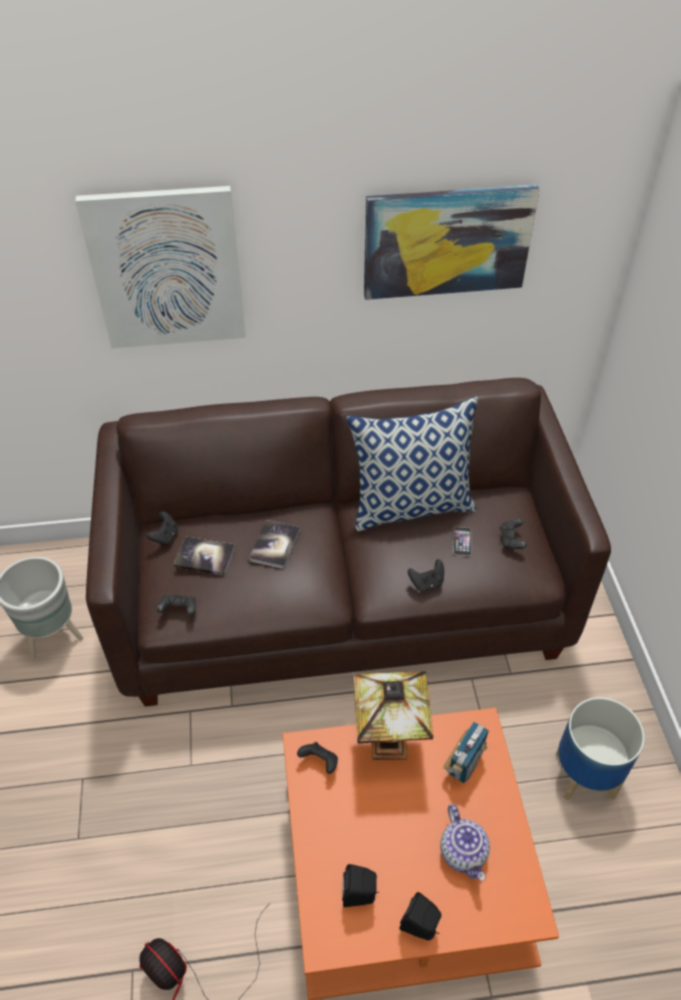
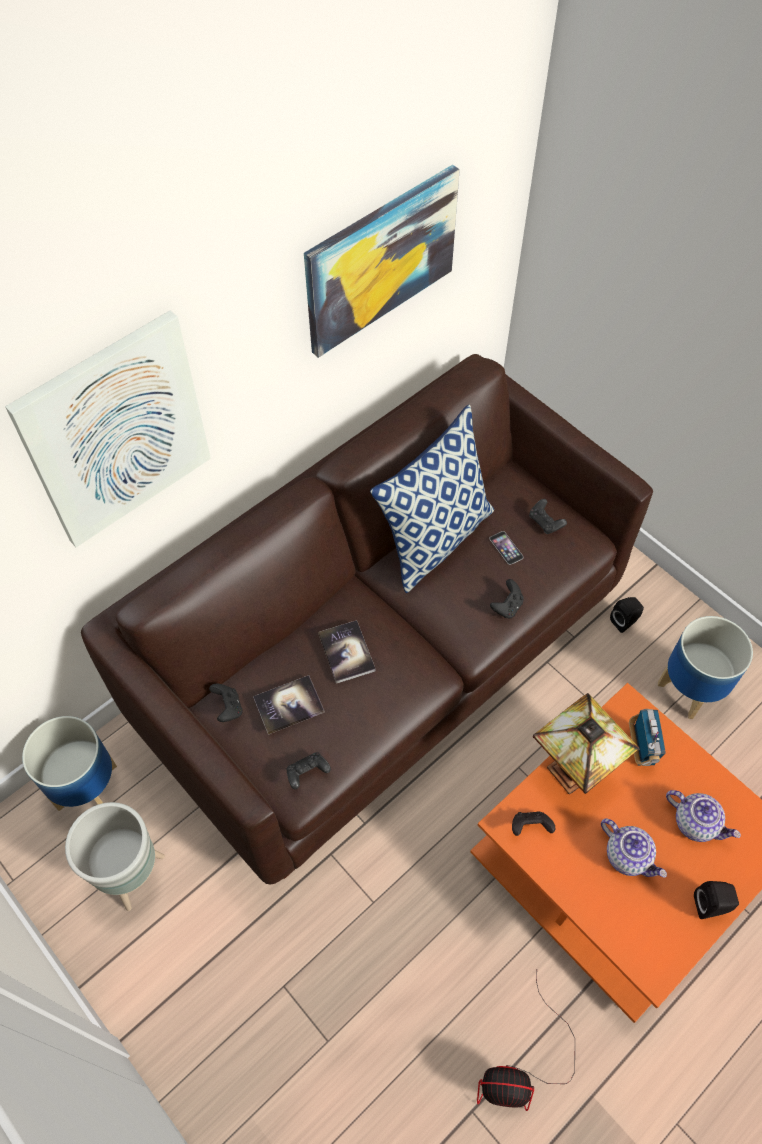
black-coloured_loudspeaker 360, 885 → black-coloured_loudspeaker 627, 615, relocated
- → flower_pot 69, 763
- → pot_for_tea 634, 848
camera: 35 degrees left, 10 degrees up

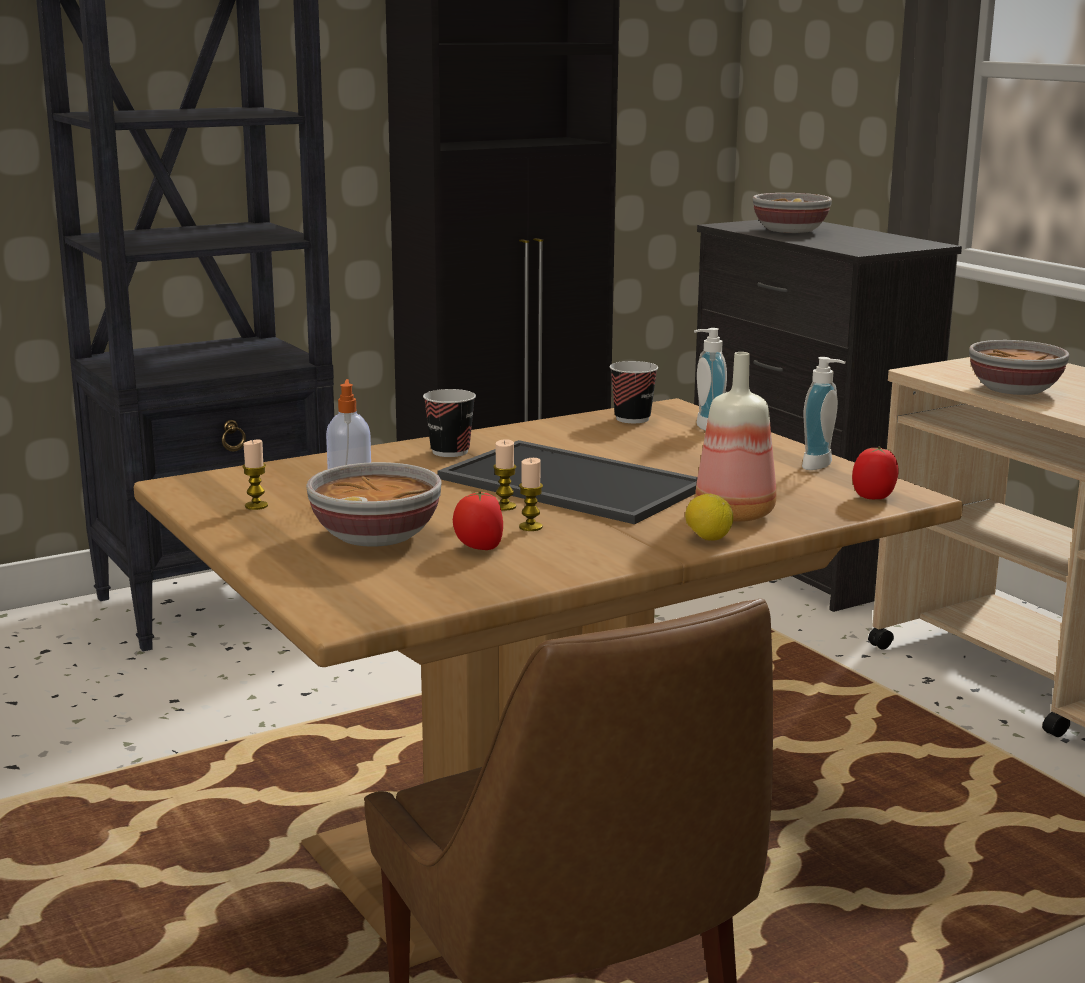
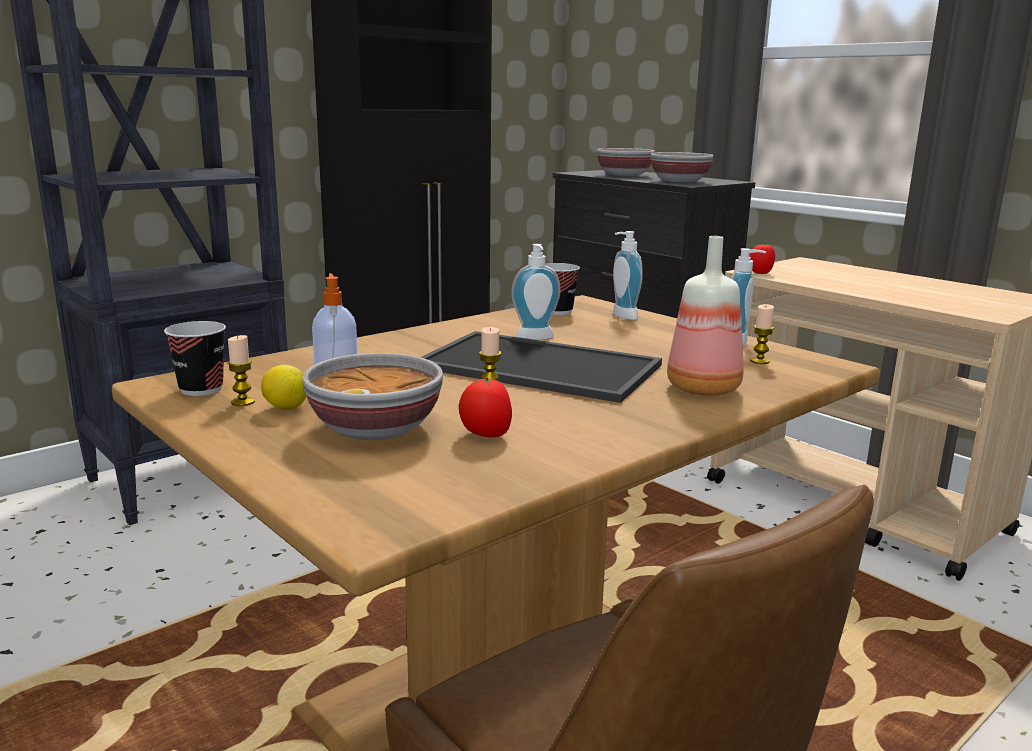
drinking_cup 449, 423 → drinking_cup 195, 358, relocated
wax_light 531, 494 → wax_light 762, 334, relocated
citrus_fruit 709, 517 → citrus_fruit 284, 387, relocated
whole_tomato 875, 472 → whole_tomato 762, 258, relocated
serving_bowl 1019, 367 → serving_bowl 682, 167, relocated
- → soap_dispenser 536, 292
camera: 10 degrees left, 0 degrees up

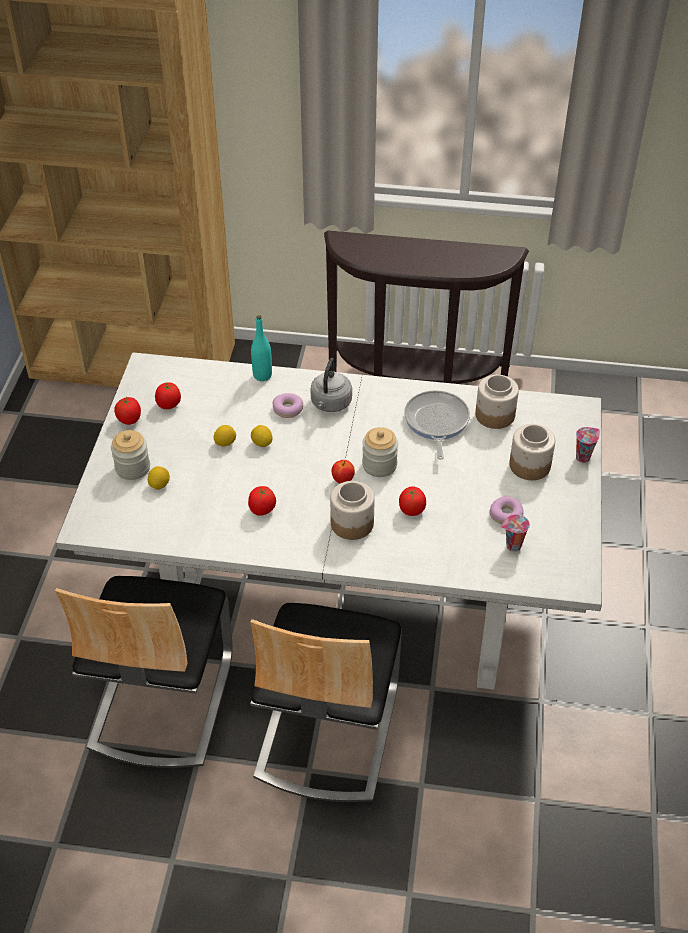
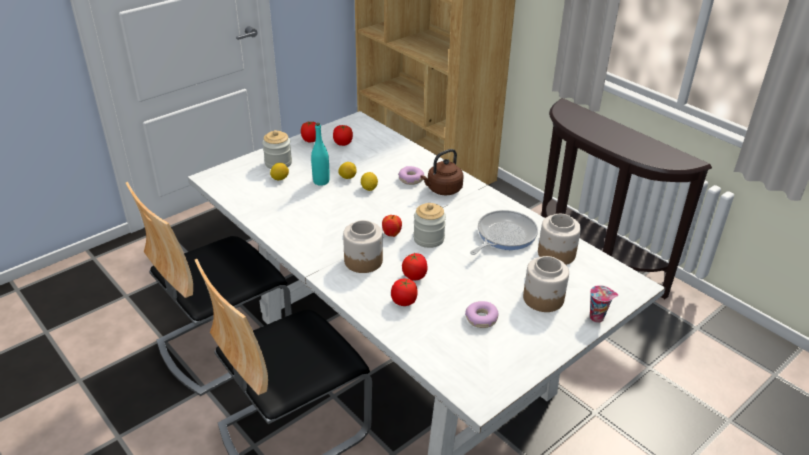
whole_tomato 262, 501 → whole_tomato 404, 292, relocated
turquoise-coloured_bottle 261, 348 → turquoise-coloured_bottle 320, 154, relocated
grey_tea_kettle 331, 385 → brownish_tea_kettle 442, 172
drinking_cup 515, 533 → -
camera: 40 degrees right, 10 degrees down

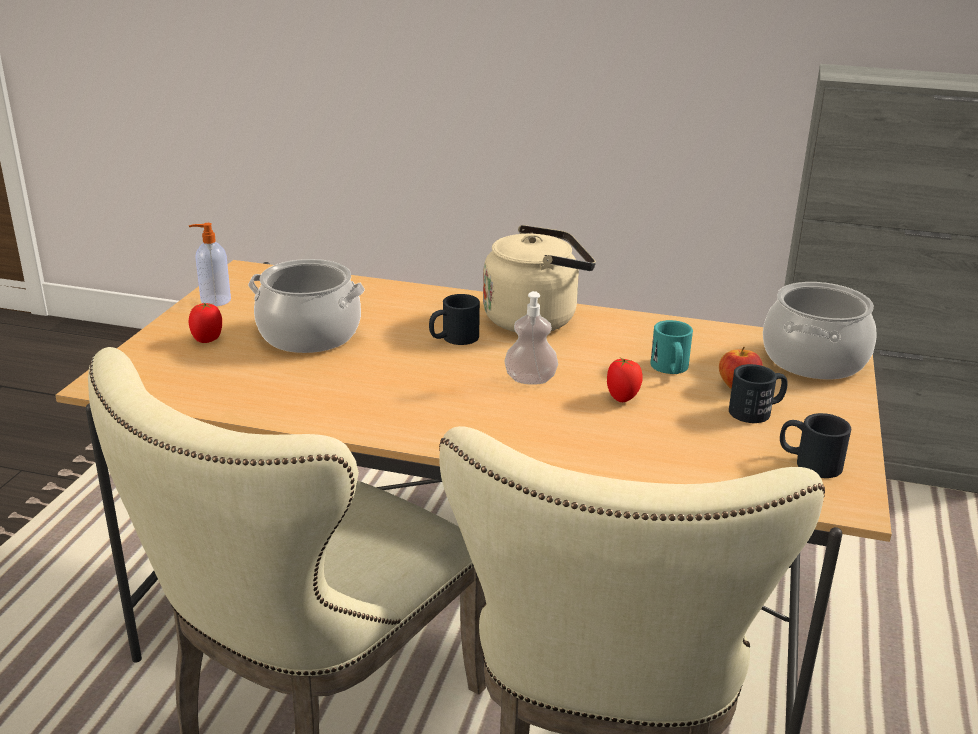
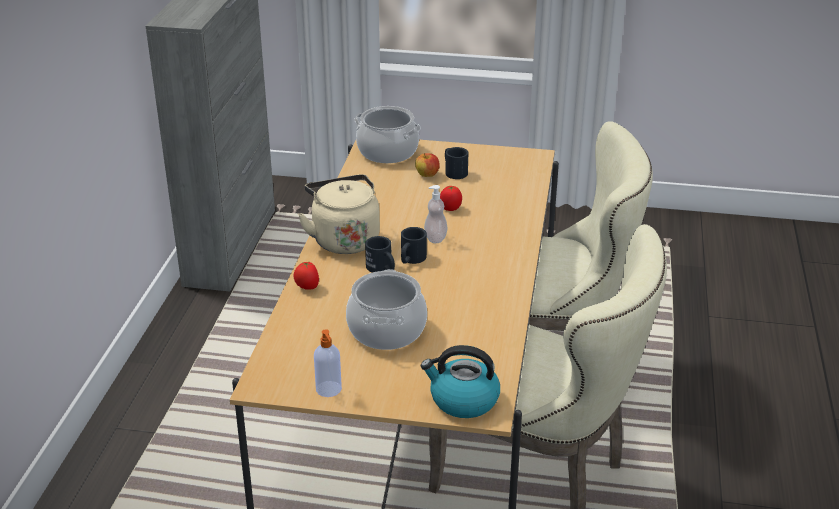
whole_tomato 205, 323 → whole_tomato 306, 275, relocated
turquoise-coloured_coffee_mug 671, 347 → -
black-coloured_coffee_mug 815, 445 → black-coloured_coffee_mug 414, 245, relocated
- → tea_kettle 460, 381
camera: 95 degrees left, 5 degrees up

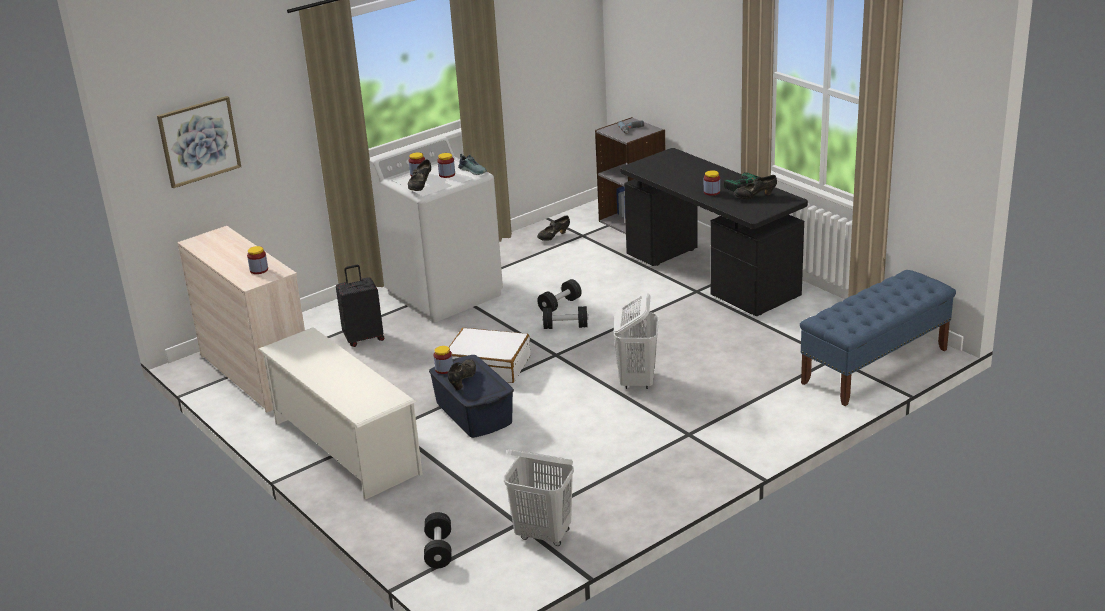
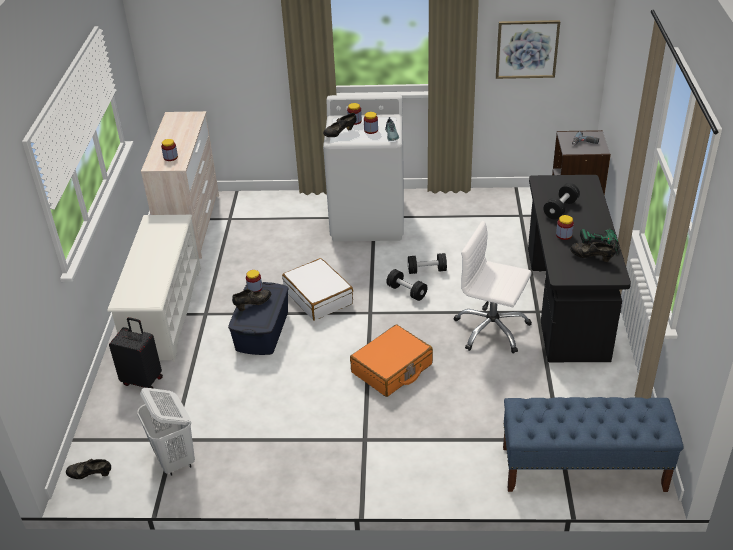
picture 199, 142 → picture 528, 49, relocated
black-coloured_piece_of_luggage 360, 306 → black-coloured_piece_of_luggage 136, 353, relocated
black-coloured_hand_weight 438, 540 → black-coloured_hand_weight 562, 201, relocated
black-coloured_shoe 553, 228 → black-coloured_shoe 88, 469, relocated
white-coloured_washing_basket 636, 340 → orange-coloured_piece_of_luggage 391, 360
- → white-coloured_desk_chair 492, 287
camera: 40 degrees right, 10 degrees up

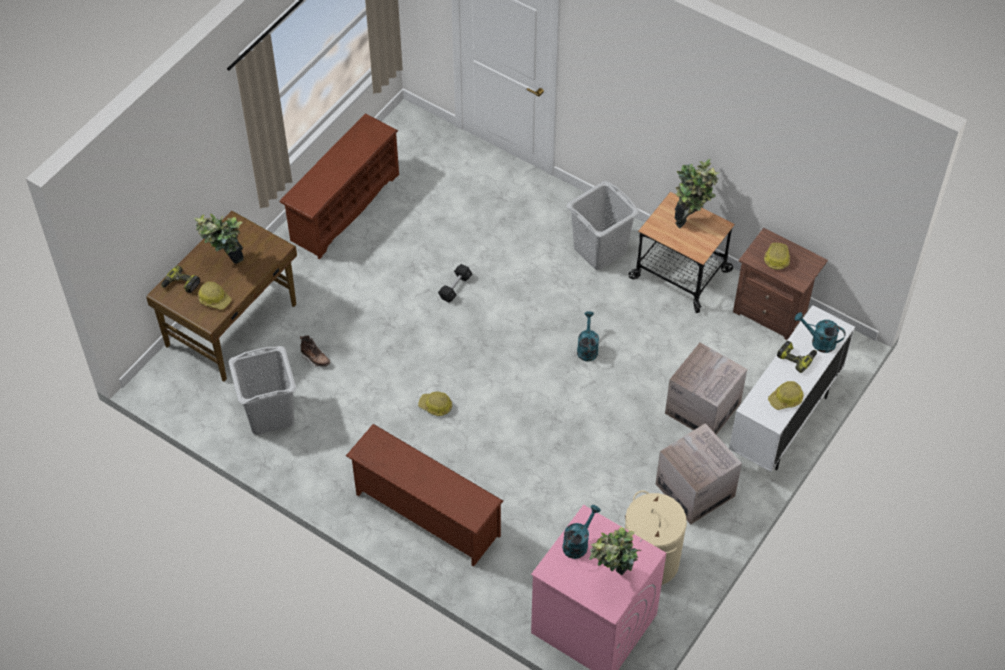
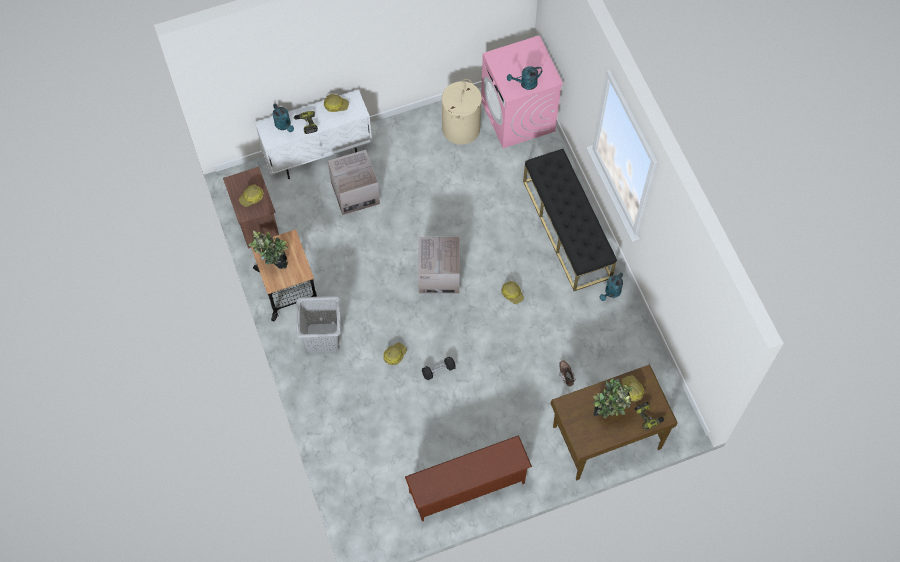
grey_washing_basket 262, 390 → -
brownish_shoe_stand 424, 495 → black-coloured_long_seat 570, 220
turquoise-coloured_watering_can 588, 337 → turquoise-coloured_watering_can 611, 286, relocated
plant_in_a_pot 615, 551 → -
packing_box 699, 474 → packing_box 439, 265, relocated
- → hard_hat 395, 353
camera: 145 degrees left, 10 degrees up

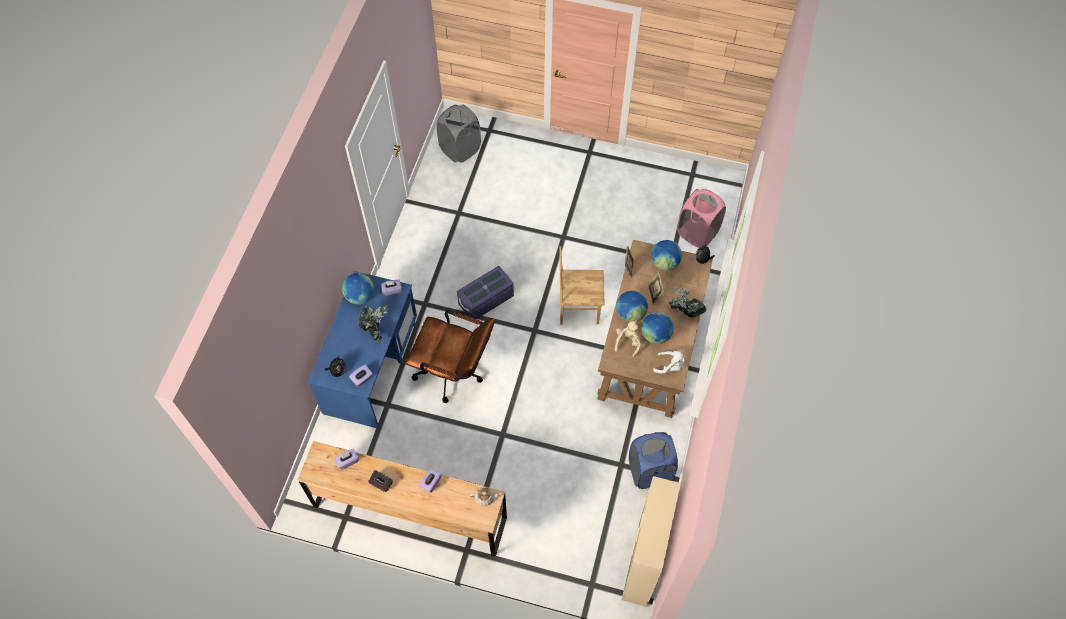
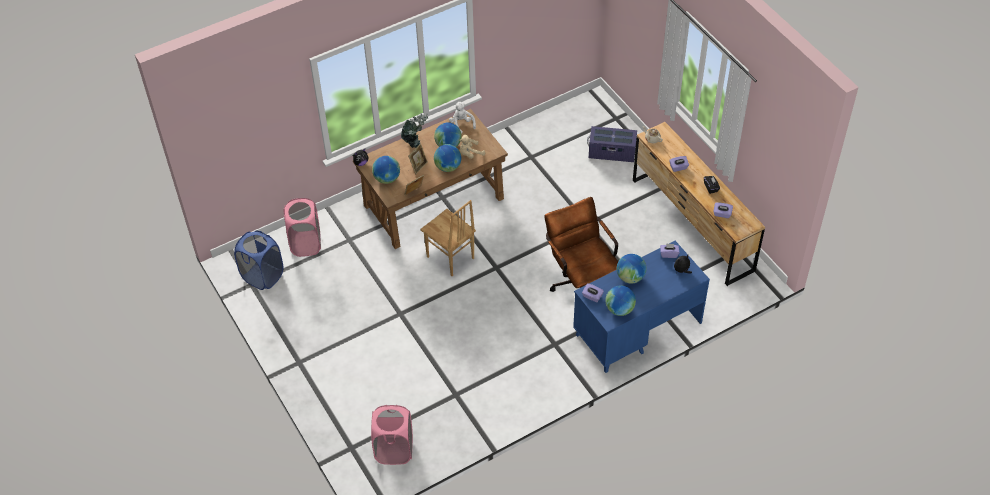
plant_in_a_pot 373, 323 → globe 631, 269
grey_washing_basket 458, 134 → pinkish_washing_basket 392, 435
purple_storage_bin 485, 292 → purple_storage_bin 612, 144, relocated
beige_cupboard 651, 541 → -
blue_washing_basket 653, 460 → blue_washing_basket 258, 260, relocated
camera: 135 degrees left, 10 degrees down

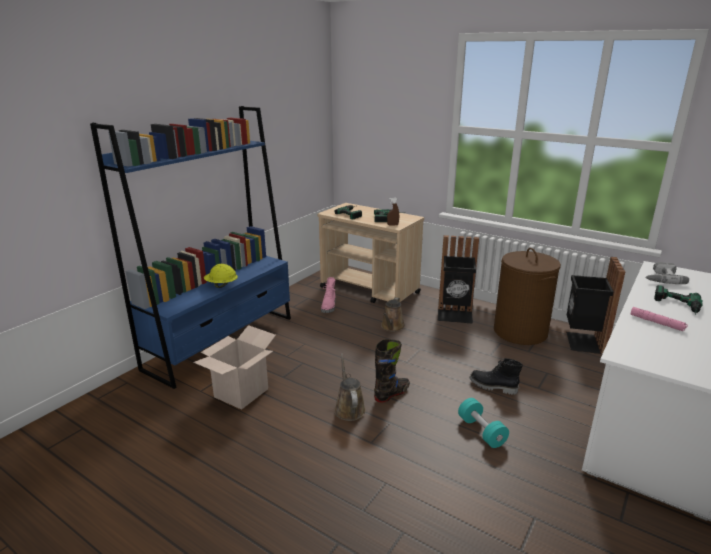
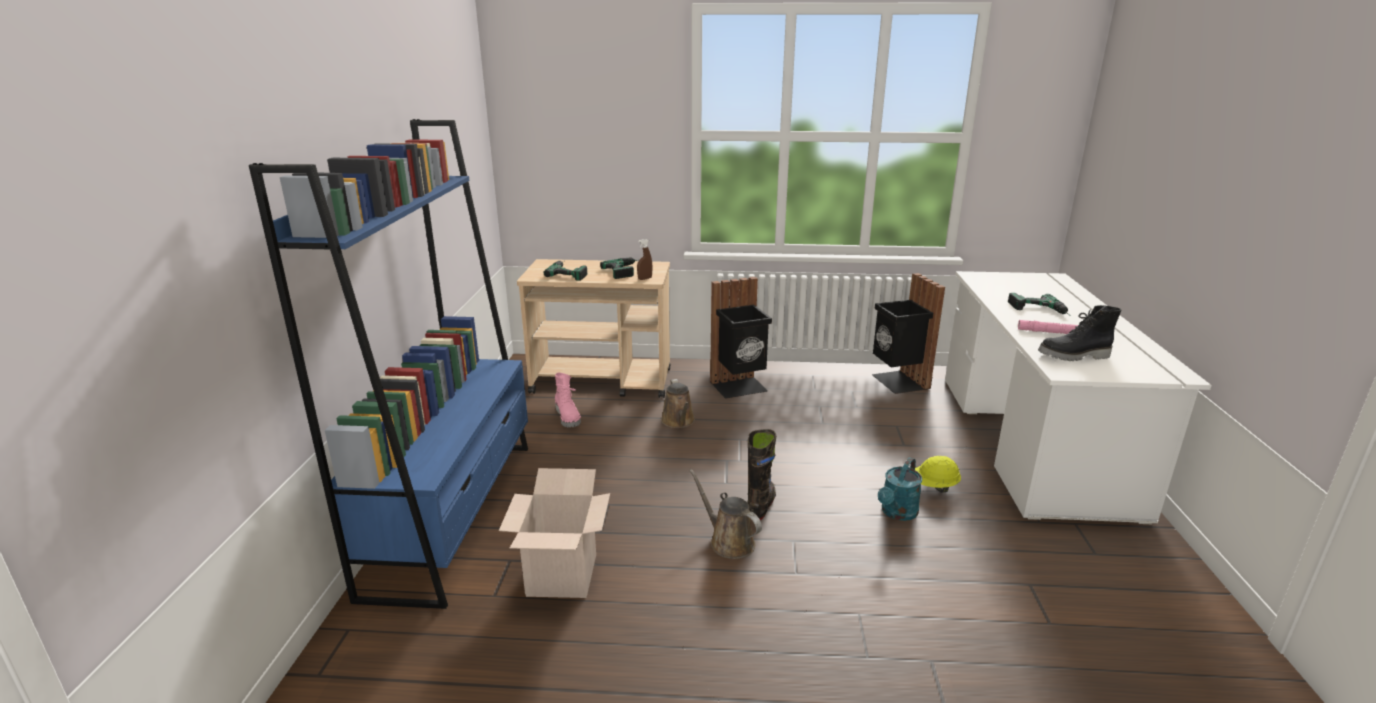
yellow-coloured_hard_hat 221, 276 → yellow-coloured_hard_hat 938, 474, relocated
turquoise-coloured_hand_weight 483, 423 → turquoise-coloured_watering_can 900, 489
black-coloured_high-top_boot 496, 376 → black-coloured_high-top_boot 1079, 333, relocated
brownish_washing_basket 527, 296 → -
power_drill 667, 273 → -
camera: 30 degrees left, 0 degrees up

